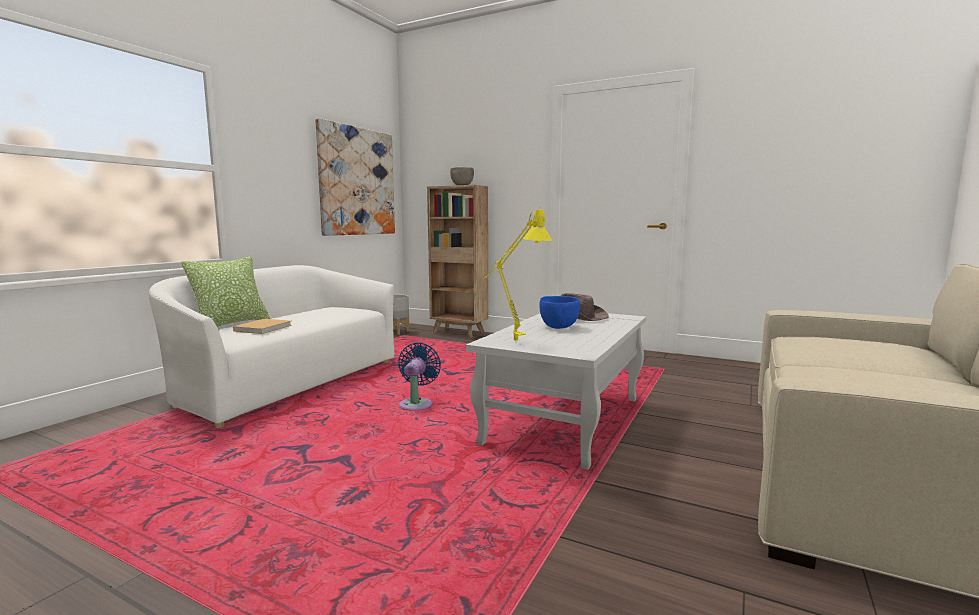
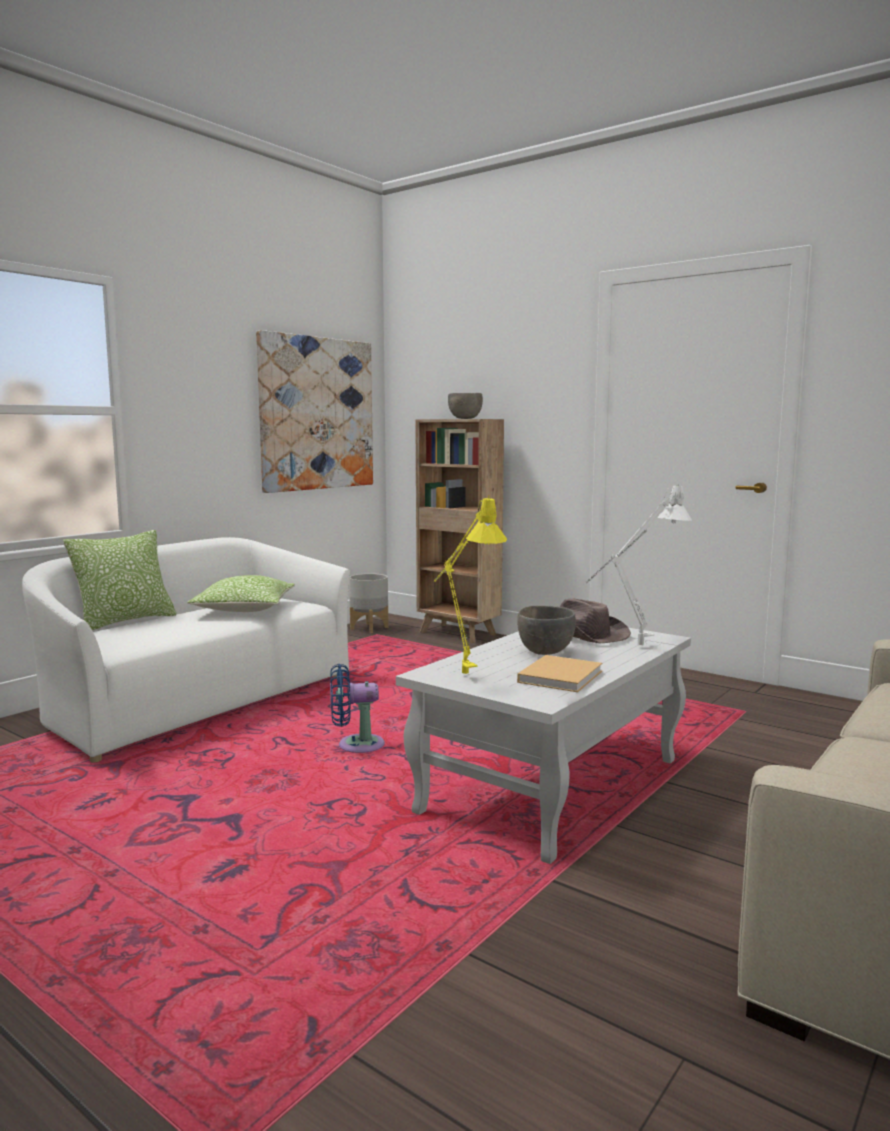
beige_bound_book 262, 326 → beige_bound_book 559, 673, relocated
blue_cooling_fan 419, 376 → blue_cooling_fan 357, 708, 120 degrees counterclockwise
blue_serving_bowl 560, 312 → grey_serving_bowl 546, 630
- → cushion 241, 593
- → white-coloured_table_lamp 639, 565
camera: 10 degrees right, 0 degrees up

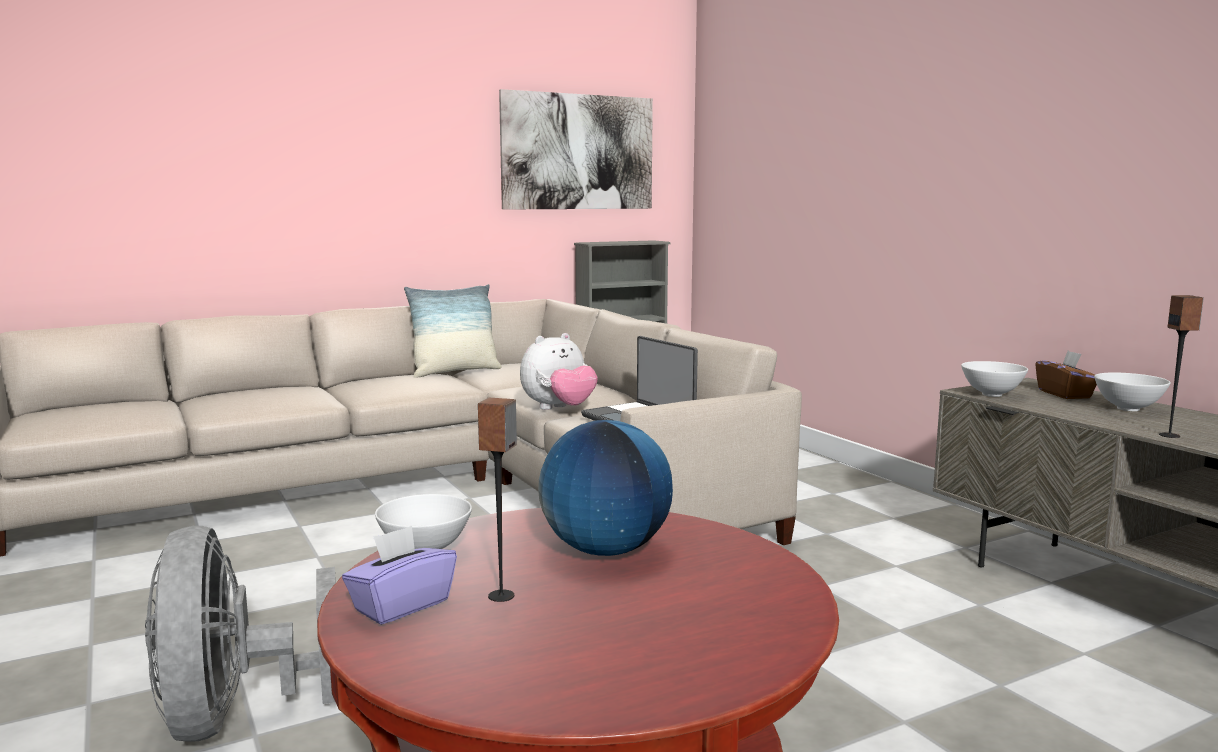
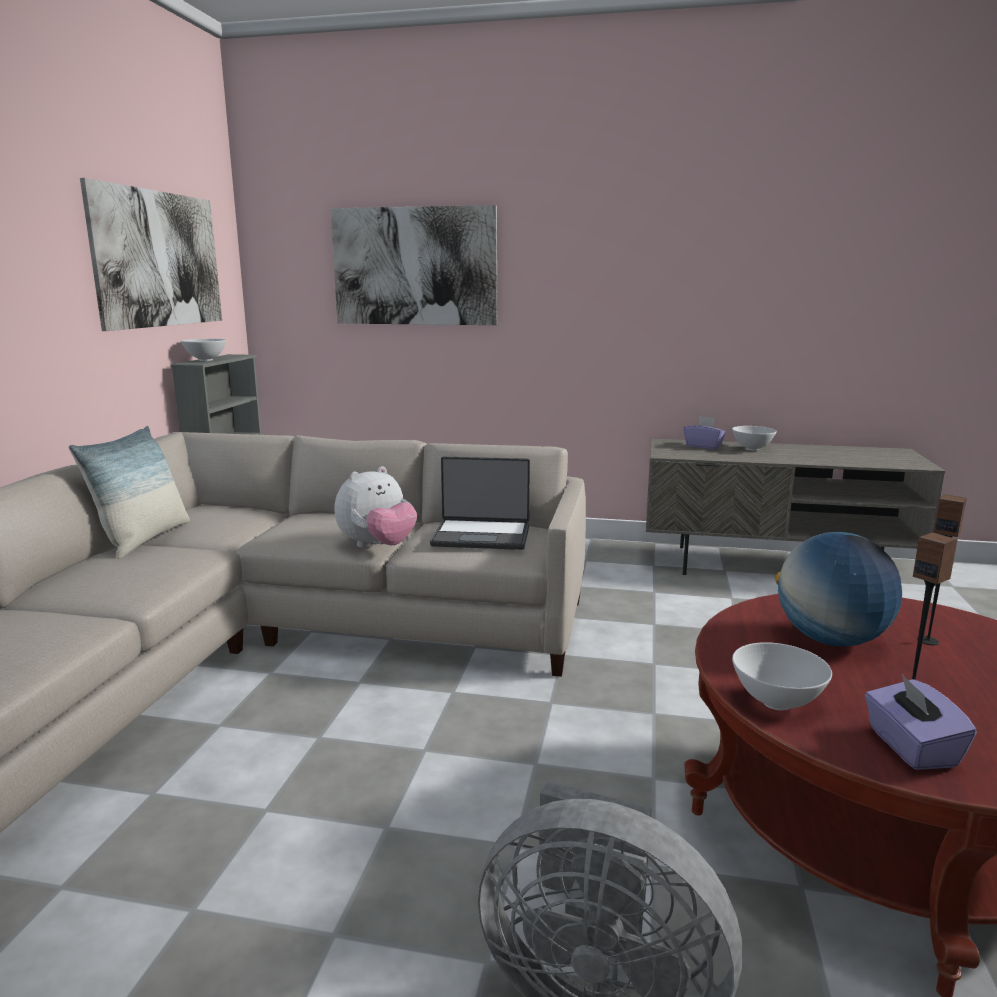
soft_toy 559, 371 → soft_toy 375, 507, 45 degrees clockwise
white-coloured_serving_bowl 994, 379 → white-coloured_serving_bowl 203, 350, relocated
brownish_tissue_box 1066, 375 → purple_tissue_box 705, 433
loudspeaker 1181, 366 → loudspeaker 942, 569, relocated
- → picture 414, 265
camera: 50 degrees left, 5 degrees up

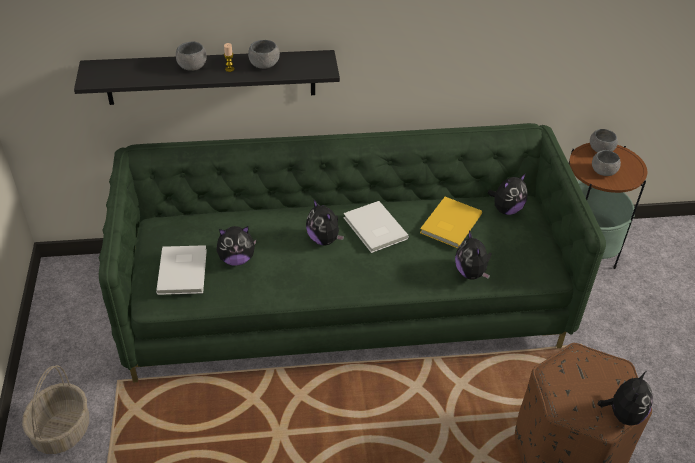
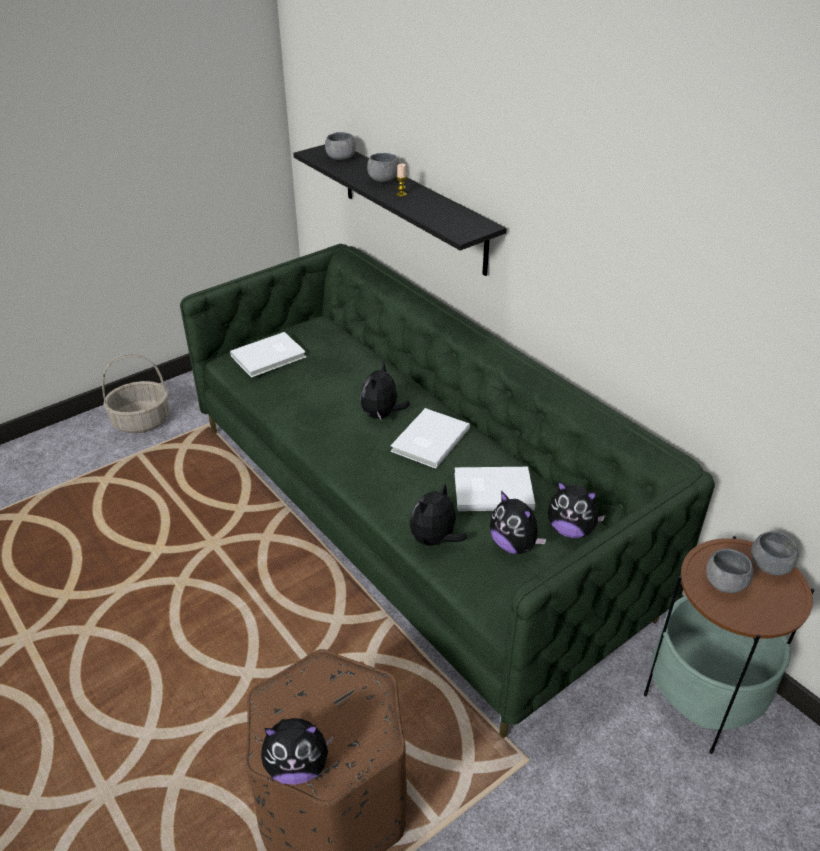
soft_toy 237, 246 → soft_toy 518, 522, relocated
grey_serving_bowl 264, 54 → grey_serving_bowl 340, 146, relocated
yellow-coloured_bound_book 451, 222 → white-coloured_bound_book 494, 489
camera: 60 degrees right, 5 degrees down

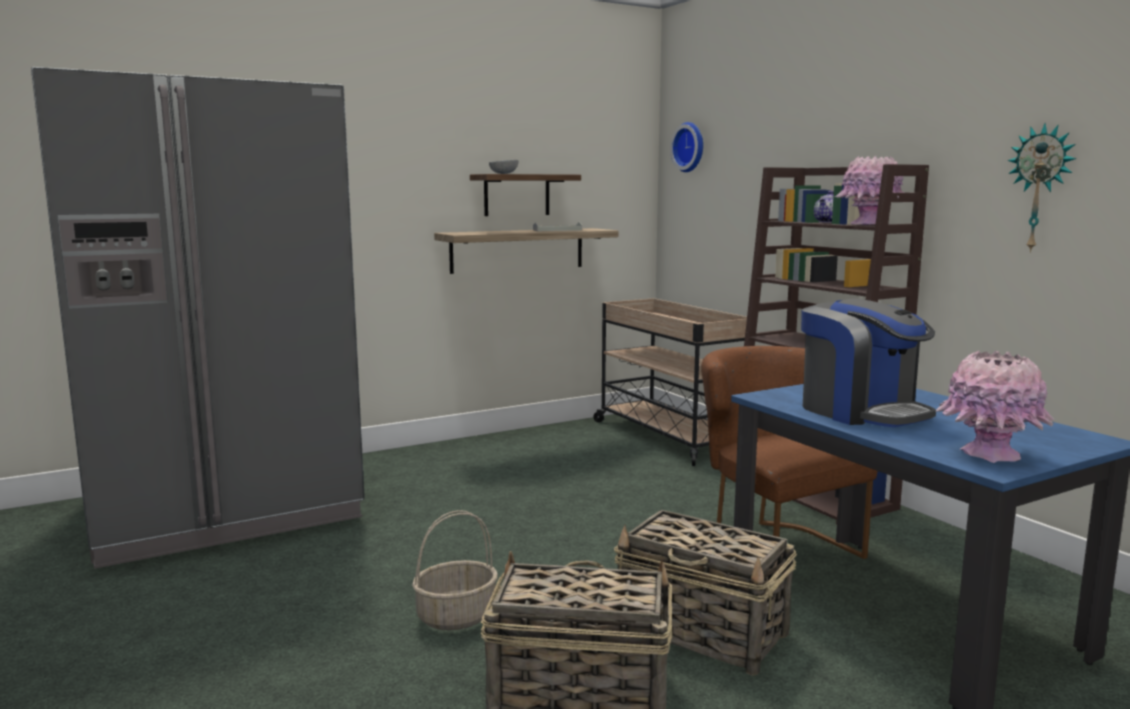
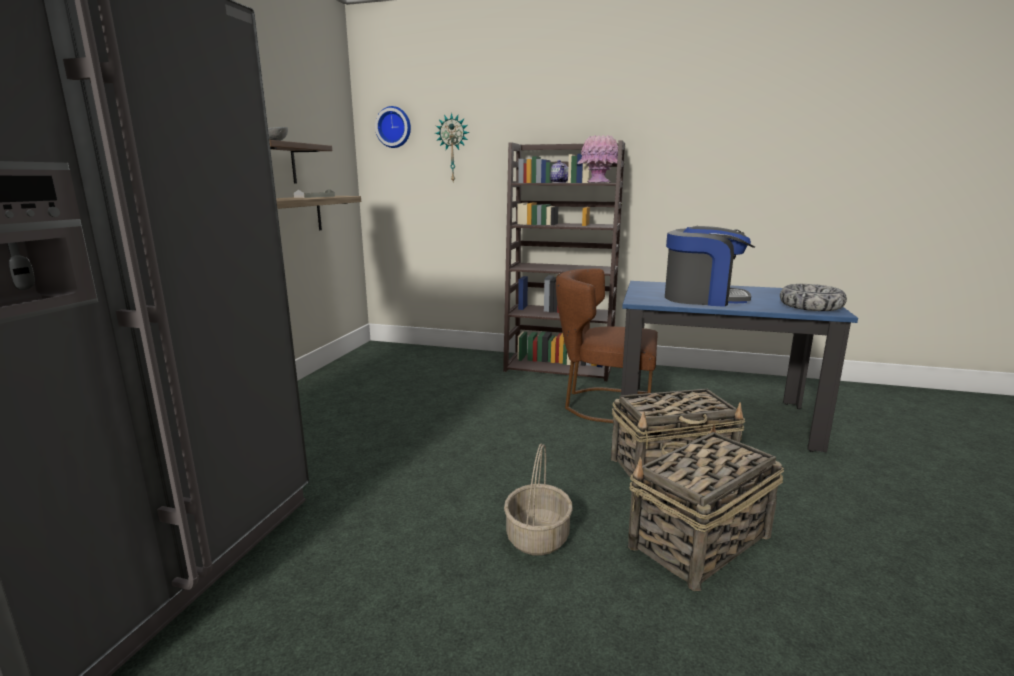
beige_cart 670, 382 → -
pinkish_flower_vase 995, 407 → serving_bowl 813, 297
hanging_clock 1042, 187 → hanging_clock 452, 147, relocated
camera: 45 degrees left, 5 degrees up

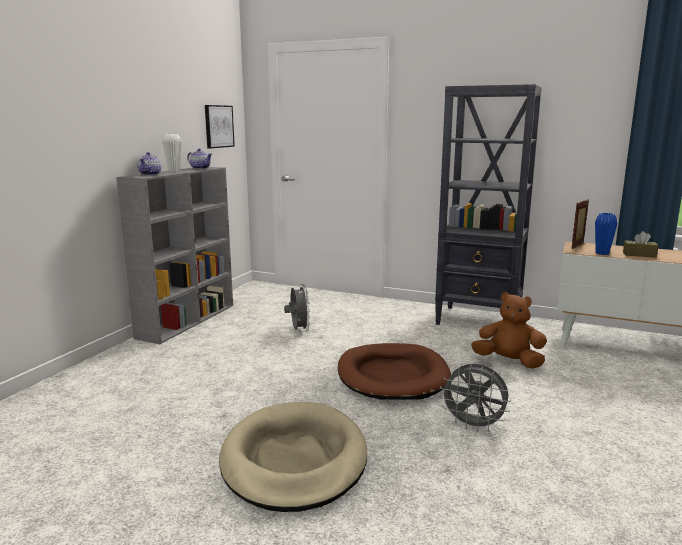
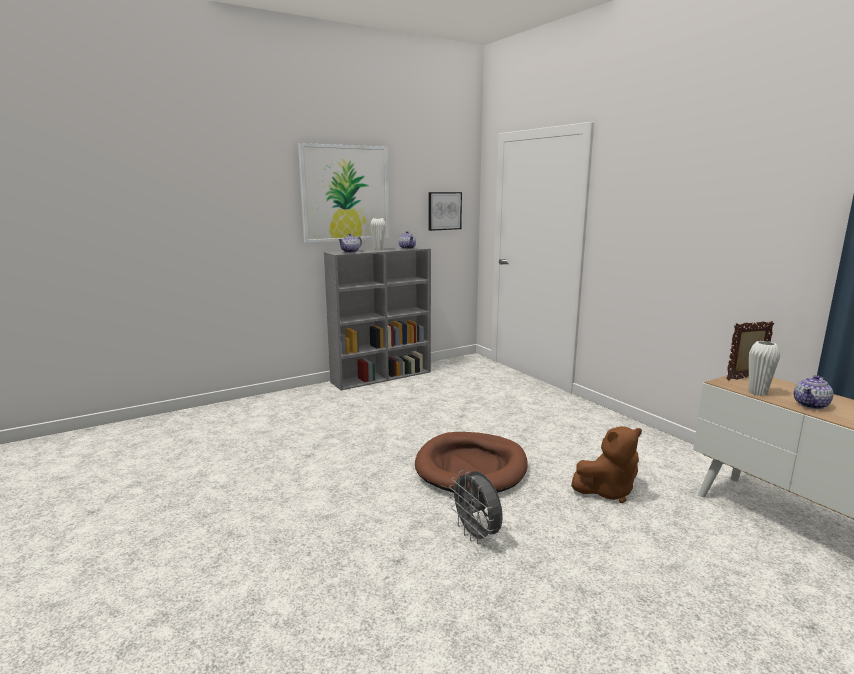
beige_dog_bed 293, 457 → -
grey_cooling_fan 297, 308 → -
black-coloured_bookcase 488, 204 → -
brownish_soft_toy 509, 330 → brownish_soft_toy 606, 464, 105 degrees clockwise
blue_flower_vase 606, 234 → white-coloured_flower_vase 764, 368
brownish_tissue_box 641, 244 → pot_for_tea 813, 392
- → picture 343, 193
camera: 35 degrees right, 0 degrees up

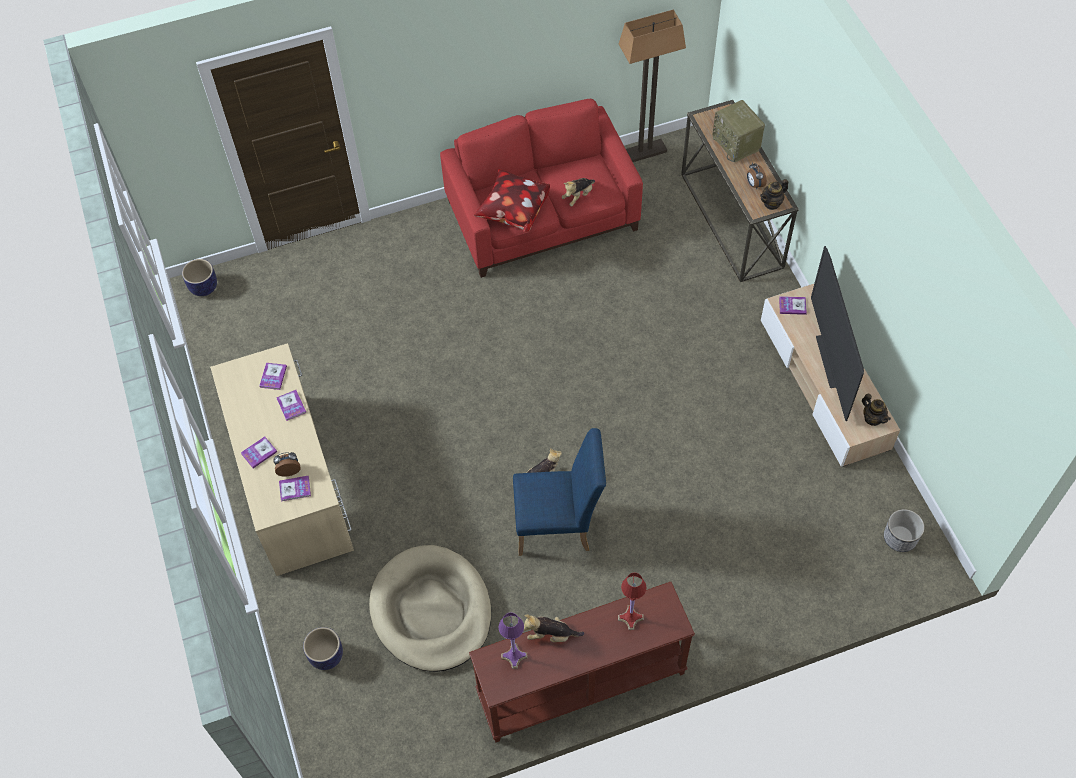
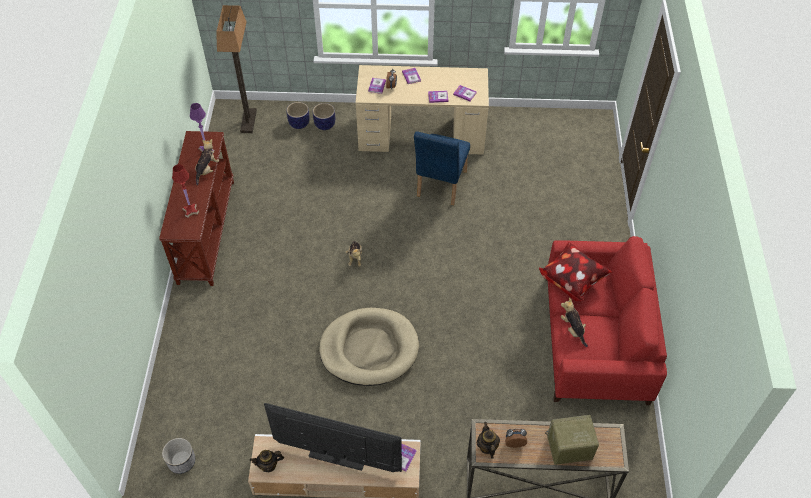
flower_pot 199, 277 → flower_pot 324, 116, relocated
beige_dog_bed 430, 608 → beige_dog_bed 369, 347, relocated
blue_plain_chair 559, 492 → blue_plain_chair 442, 168, relocated
floor_lamp 652, 85 → floor_lamp 236, 69, relocated
camera: 110 degrees right, 5 degrees down

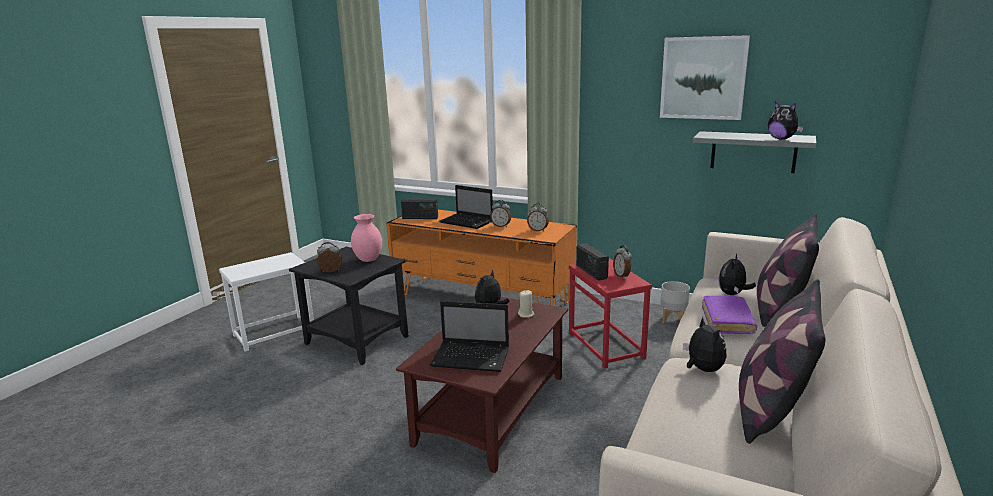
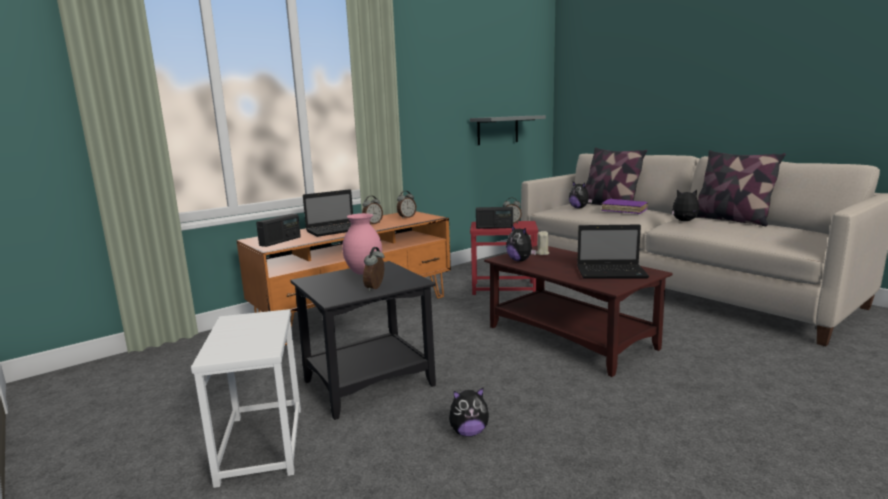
portable_computer 469, 336 → portable_computer 613, 251, 60 degrees clockwise
picture 705, 77 → -
grey_flower_pot 675, 302 → -
soft_toy 786, 121 → soft_toy 469, 412, relocated
camera: 65 degrees left, 5 degrees down

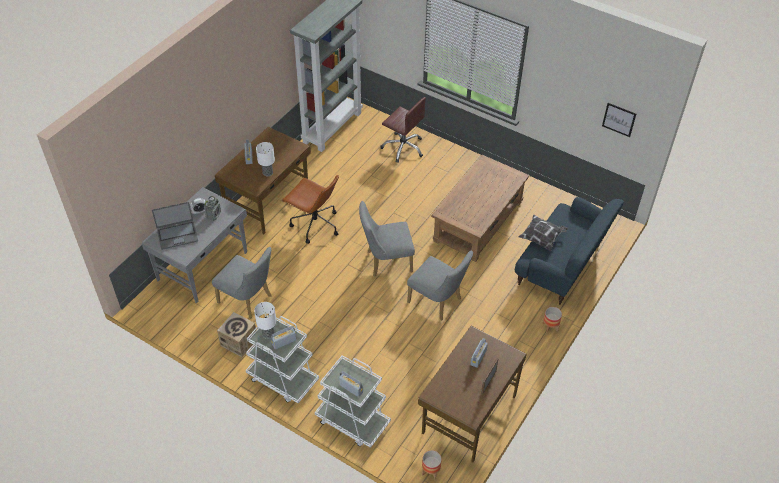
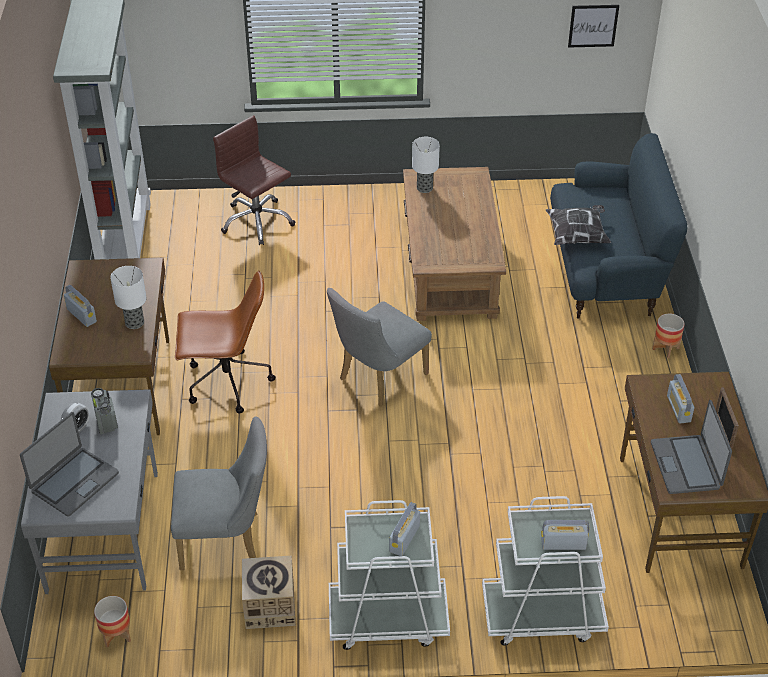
table_lamp 265, 320 → table_lamp 426, 165, relocated
brownish_desk_chair 403, 130 → brownish_desk_chair 254, 180, 135 degrees counterclockwise
grey_plain_chair 440, 285 → -
flower_pot 432, 464 → flower_pot 112, 622, relocated
- → portable_computer 691, 447
camera: 35 degrees left, 5 degrees down

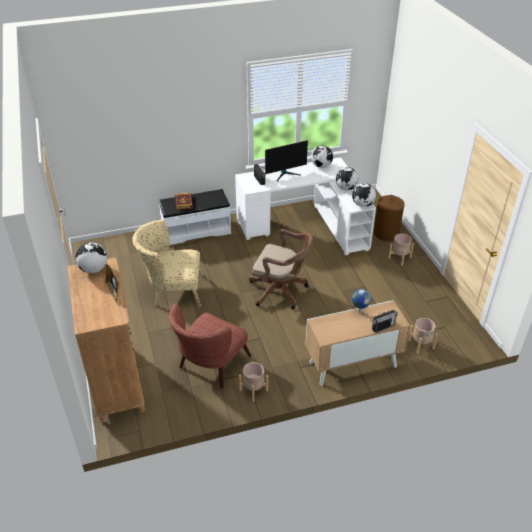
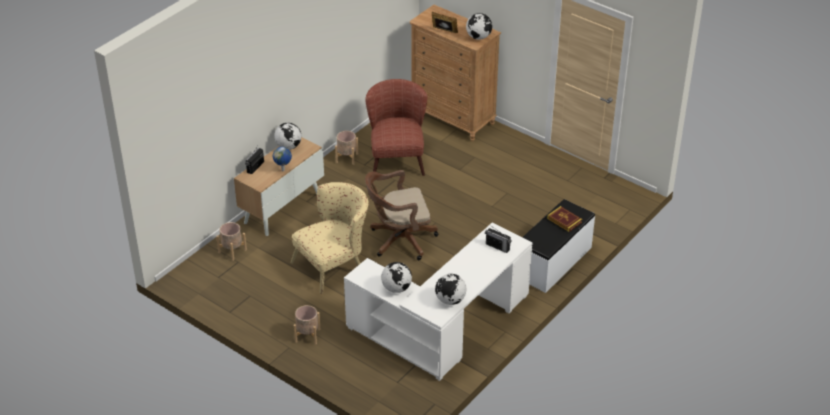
beige_armchair 168, 263 → beige_armchair 329, 238, relocated
computer_display 286, 160 → -
globe 364, 195 → globe 287, 136, relocated
brownish_washing_basket 389, 218 → -
camera: 145 degrees right, 0 degrees up

